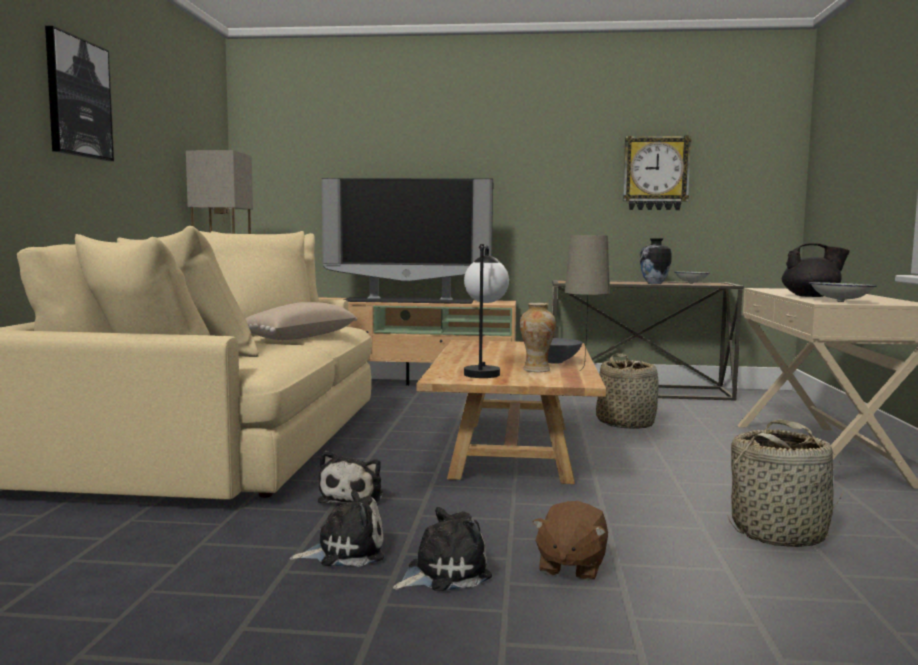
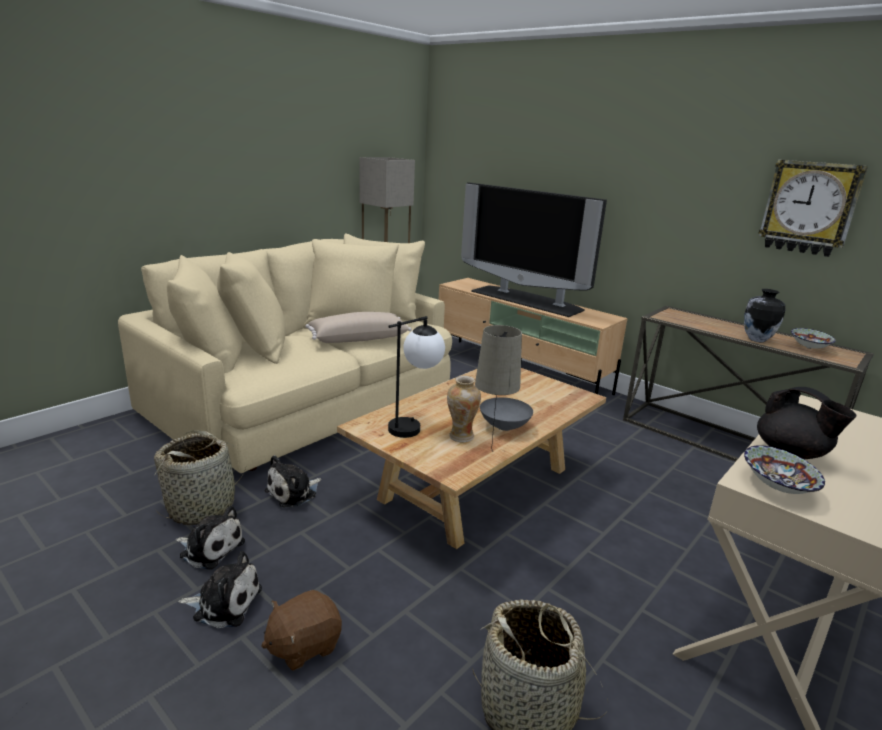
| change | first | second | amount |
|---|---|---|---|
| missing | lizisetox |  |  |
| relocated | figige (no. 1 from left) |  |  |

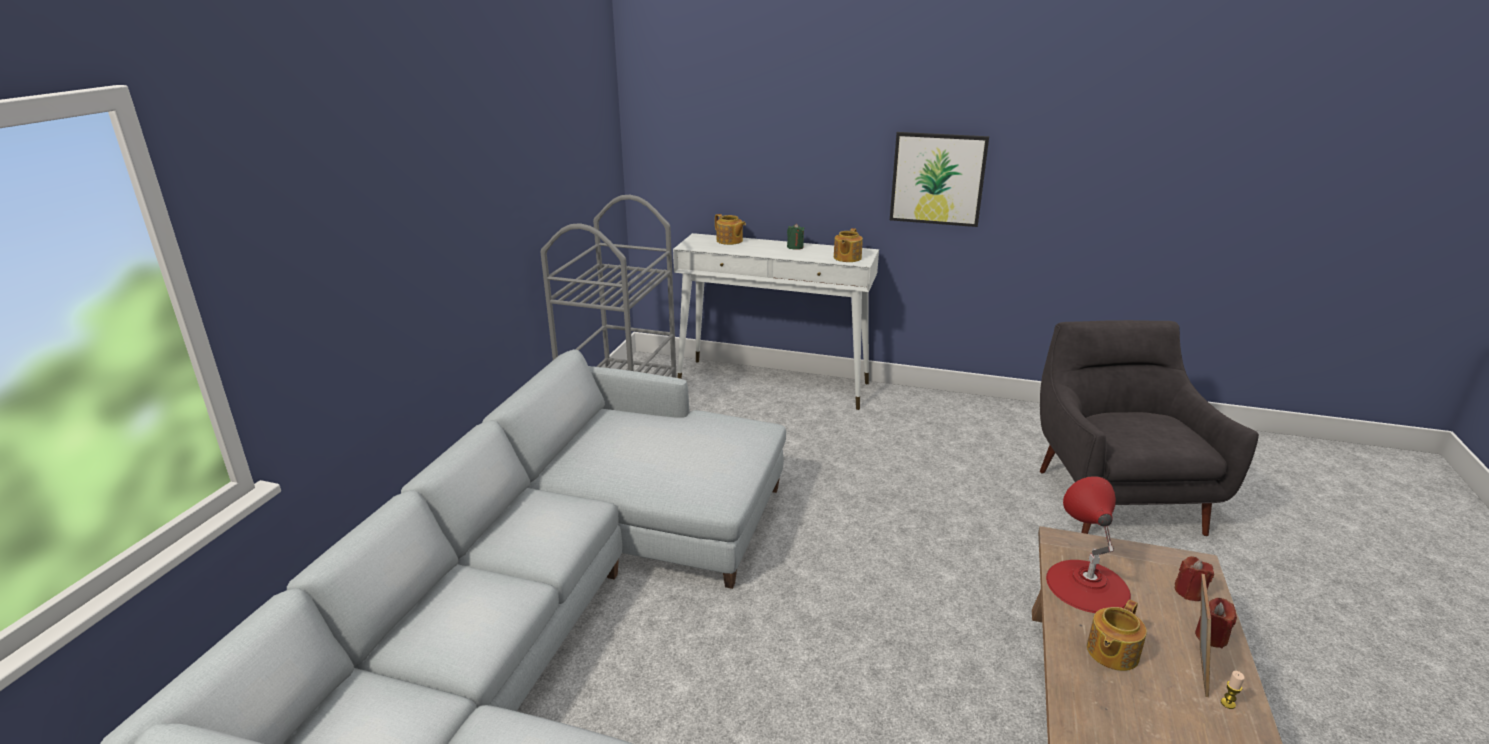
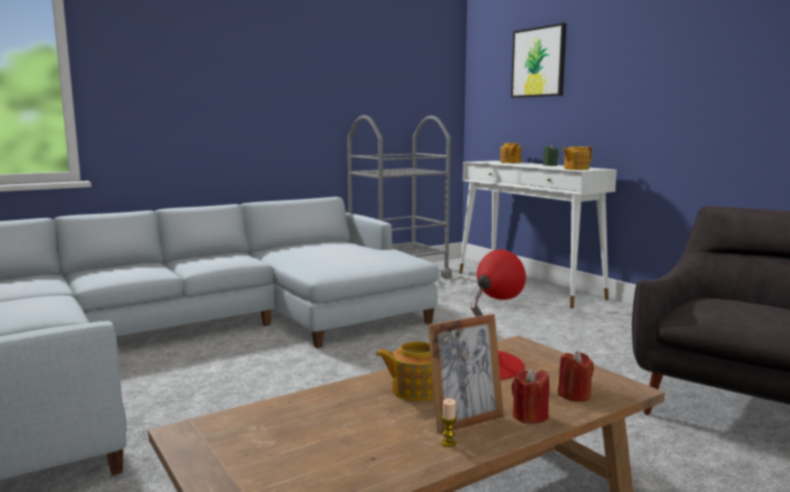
| change | first | second | amount |
|---|---|---|---|
| relocated | lizisetox |  |  |

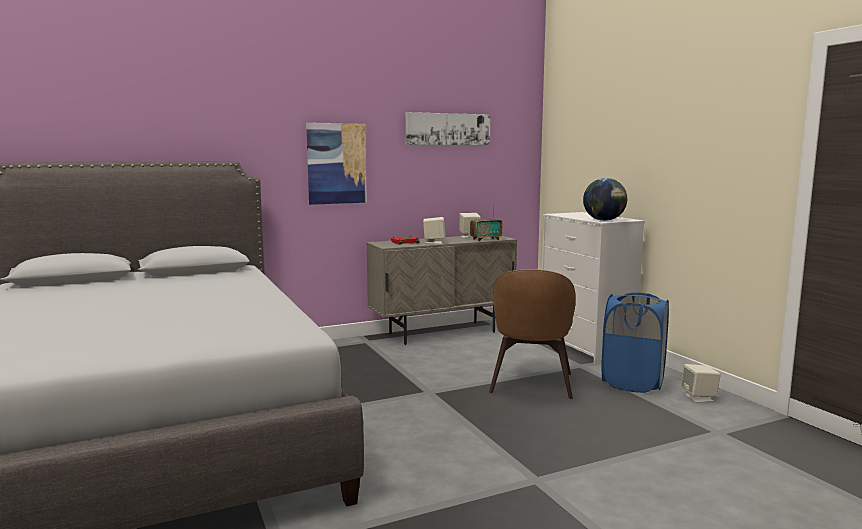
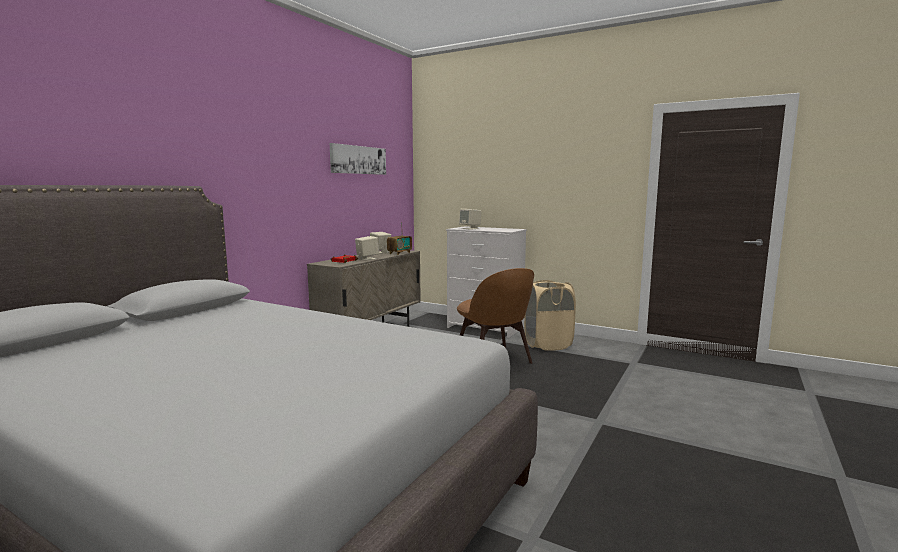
| change | first | second | amount |
|---|---|---|---|
| missing | lizisetox (no. 1 from left) |  |  |
| missing | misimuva |  |  |
| relocated | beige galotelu (no. 3 from left) |  |  |
| colour | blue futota | beige futota |  |

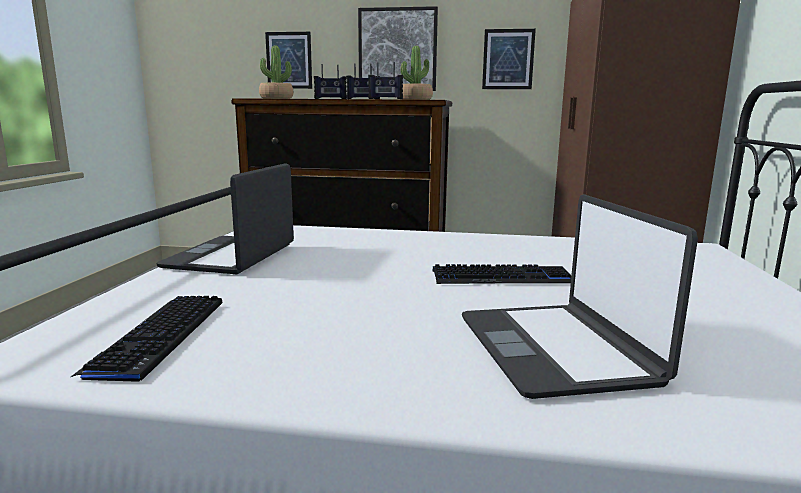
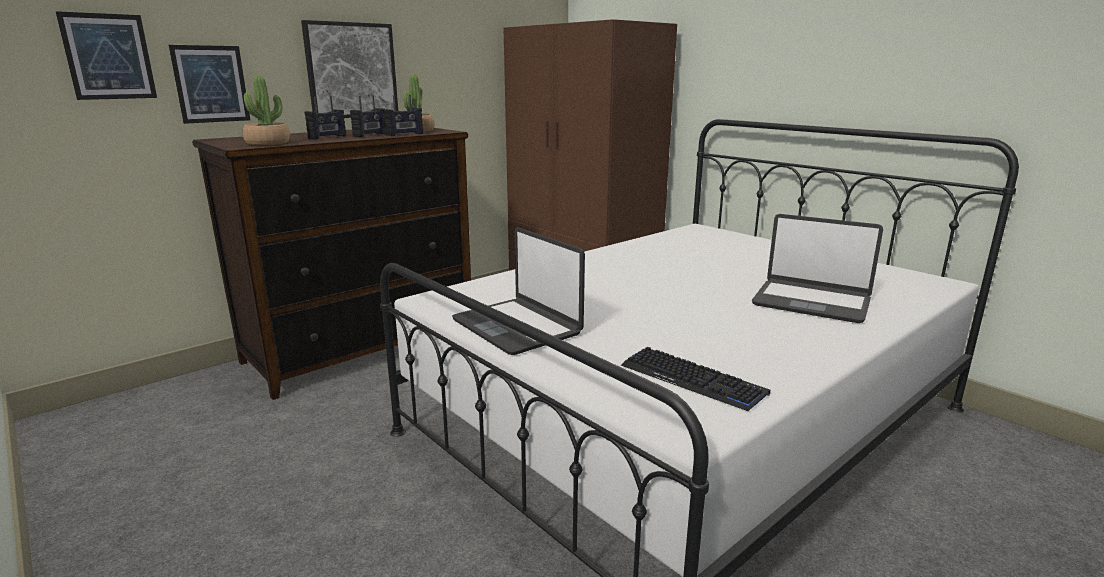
| change | first | second | amount |
|---|---|---|---|
| missing | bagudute (no. 2 from left) |  |  |
| relocated | lizisetox (no. 3 from left in the first image) | lizisetox (no. 1 from left) |  |

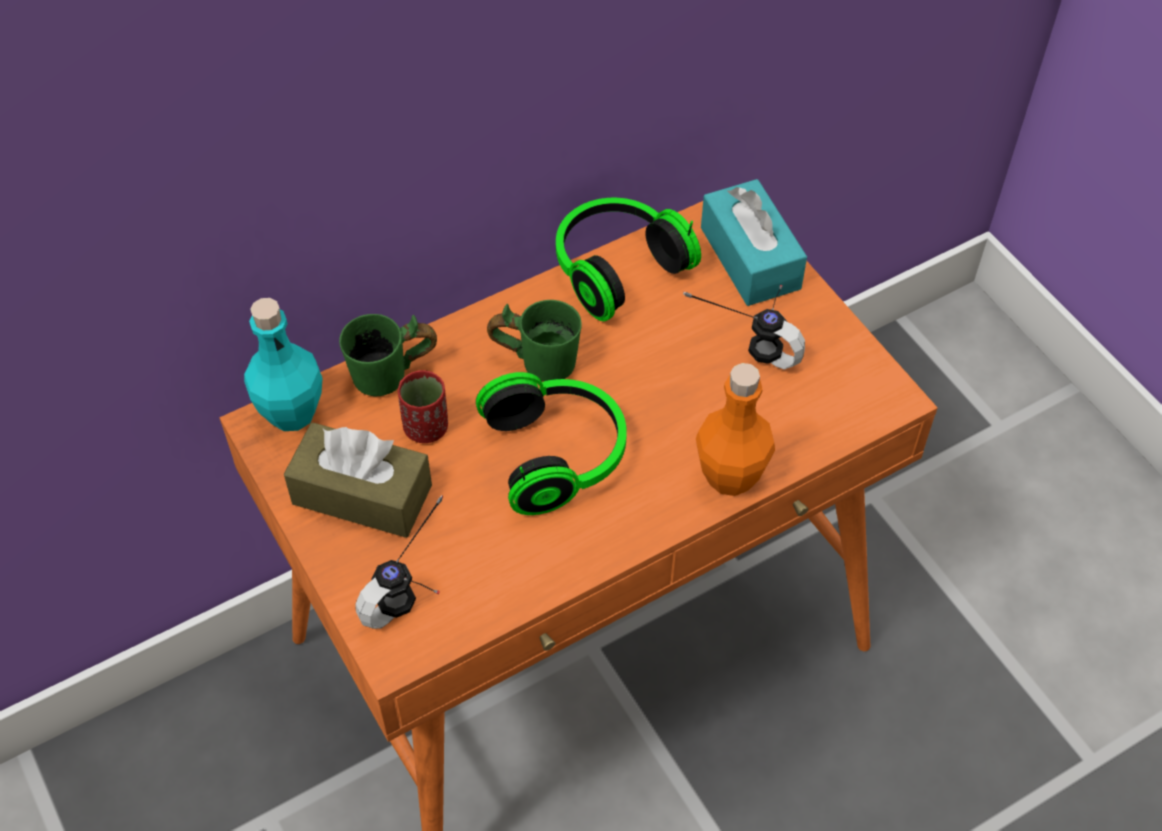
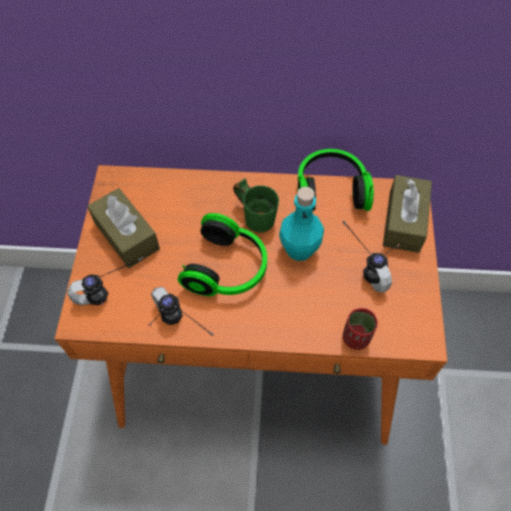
| change | first | second | amount |
|---|---|---|---|
| missing | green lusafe (no. 1 from left) |  |  |
| missing | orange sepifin |  |  |
| appeared |  | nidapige (no. 2 from left) |  |
| relocated | turquoise sepifin |  |  |
| relocated | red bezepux |  |  |
| colour | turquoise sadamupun | brown sadamupun (no. 2 from left) |  |

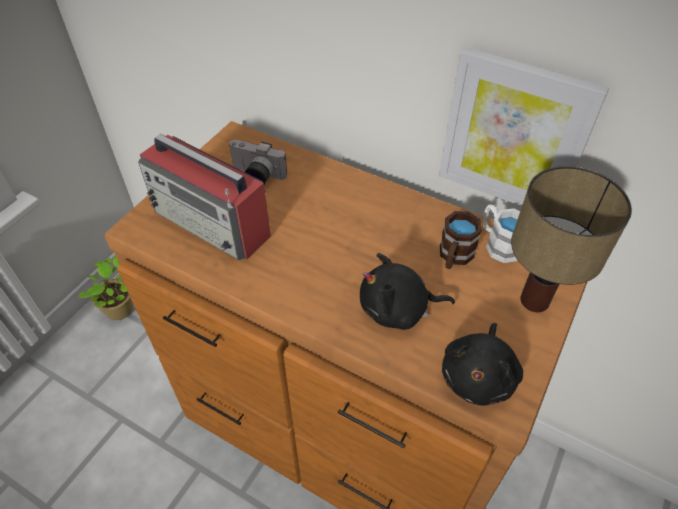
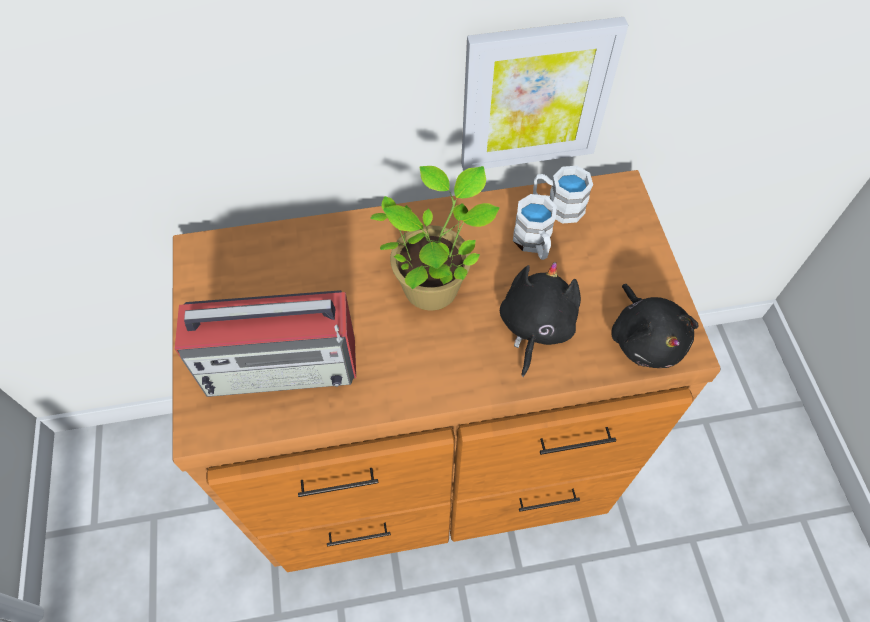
| change | first | second | amount |
|---|---|---|---|
| missing | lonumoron |  |  |
| missing | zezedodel |  |  |
| relocated | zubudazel |  |  |
| colour | brown lusafe | white lusafe (no. 1 from left) |  |
| spun | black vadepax (no. 1 from left) |  | 150 degrees clockwise |

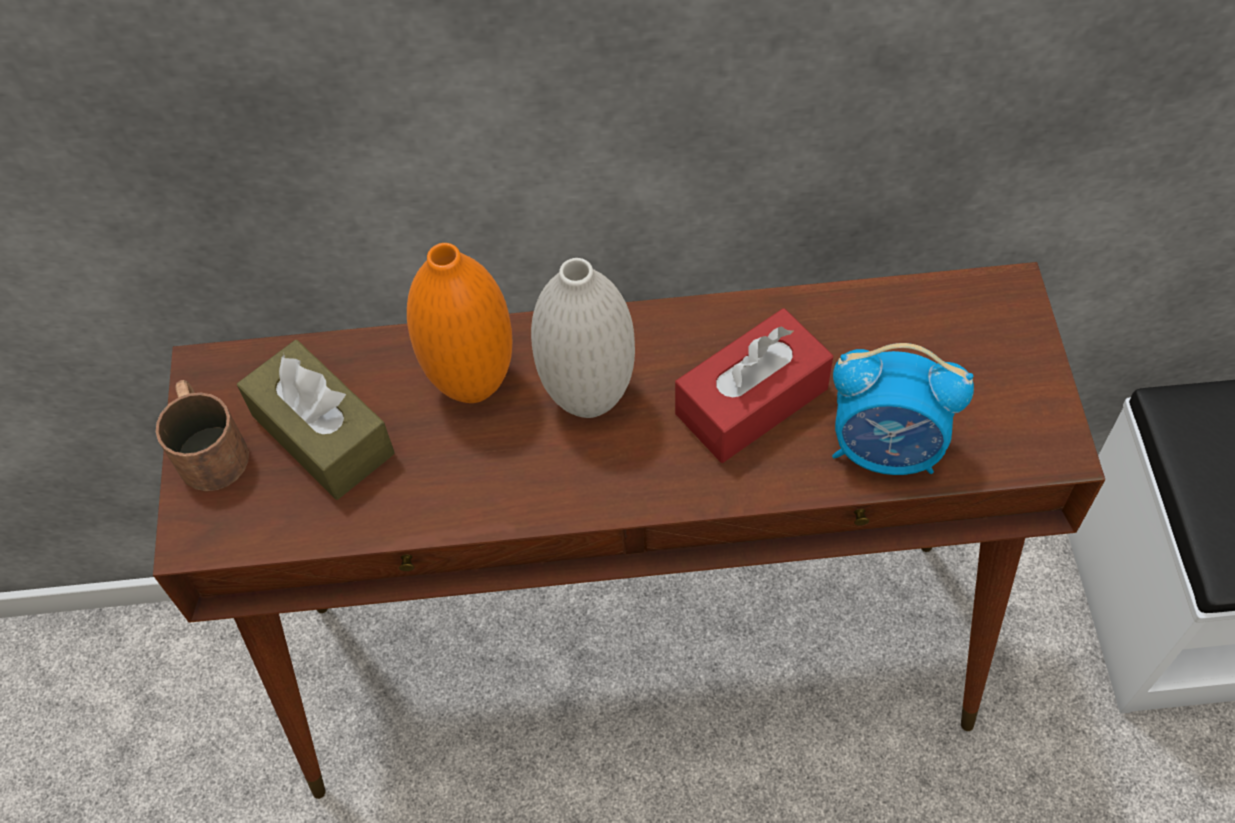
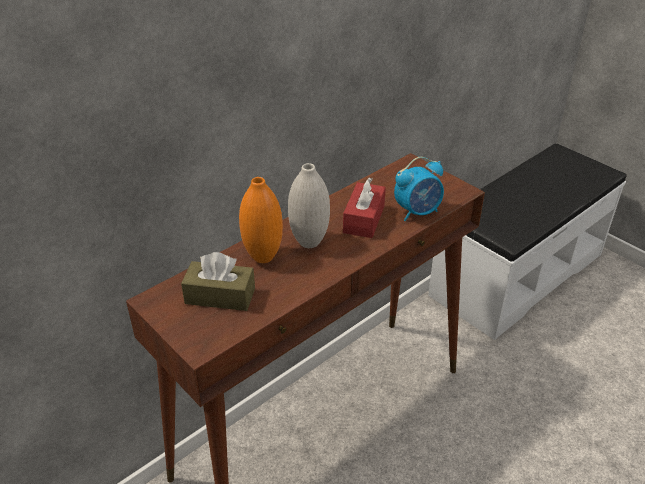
| change | first | second | amount |
|---|---|---|---|
| missing | brown lusafe |  |  |

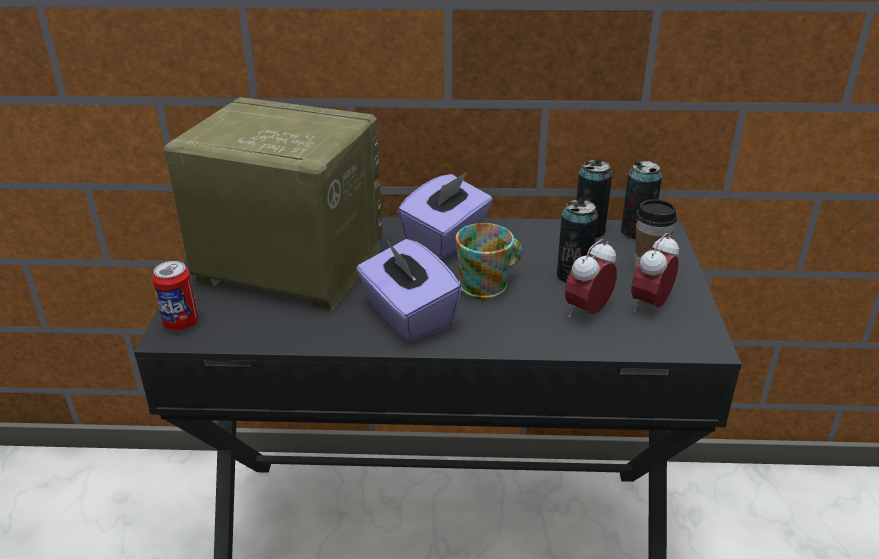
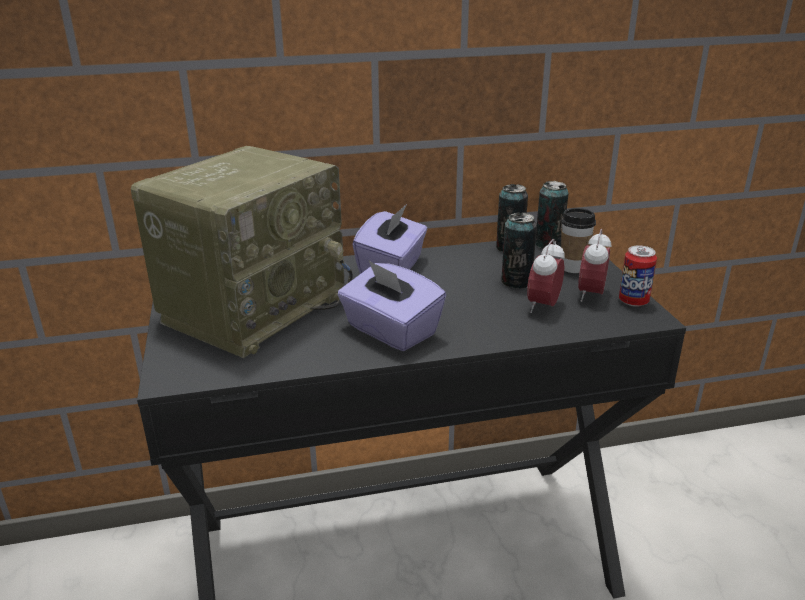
| change | first | second | amount |
|---|---|---|---|
| missing | lusafe |  |  |
| relocated | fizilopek (no. 1 from left in the first image) | fizilopek (no. 4 from left) |  |
| spun | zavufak |  | 120 degrees clockwise |

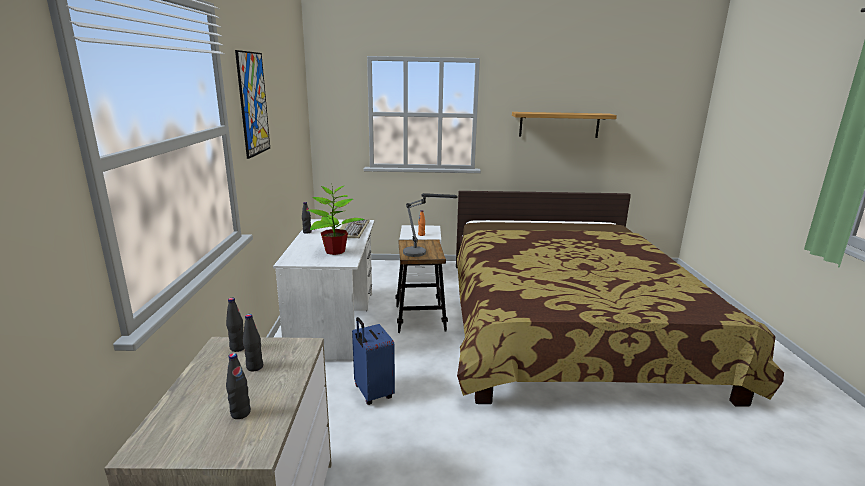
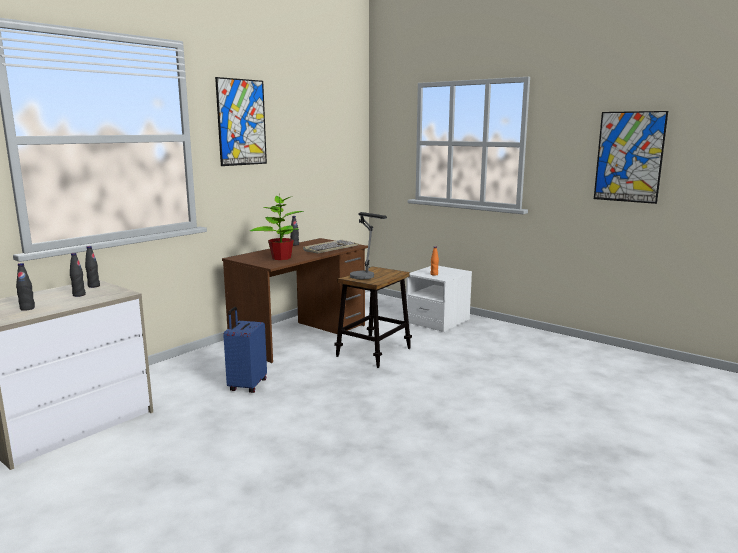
| change | first | second | amount |
|---|---|---|---|
| missing | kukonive |  |  |
| exchanged | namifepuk | lizisetox (no. 2 from left) |  |
| colour | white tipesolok | brown tipesolok |  |

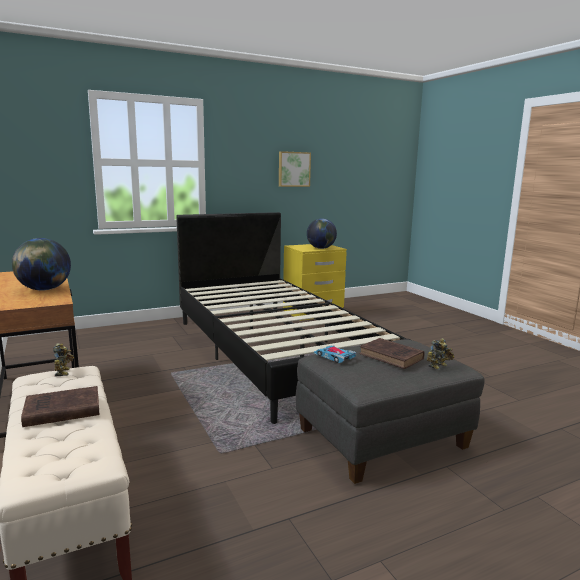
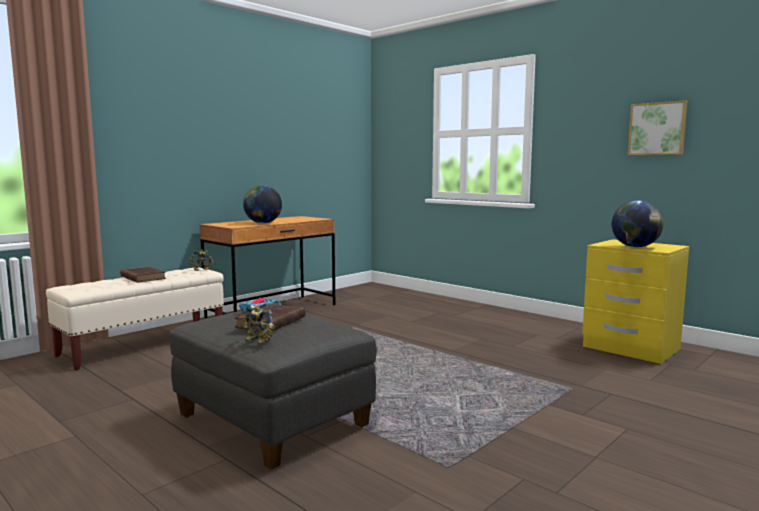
| change | first | second | amount |
|---|---|---|---|
| missing | black kukonive |  |  |

